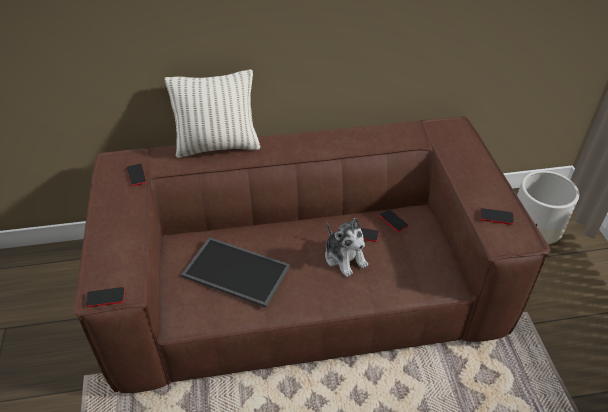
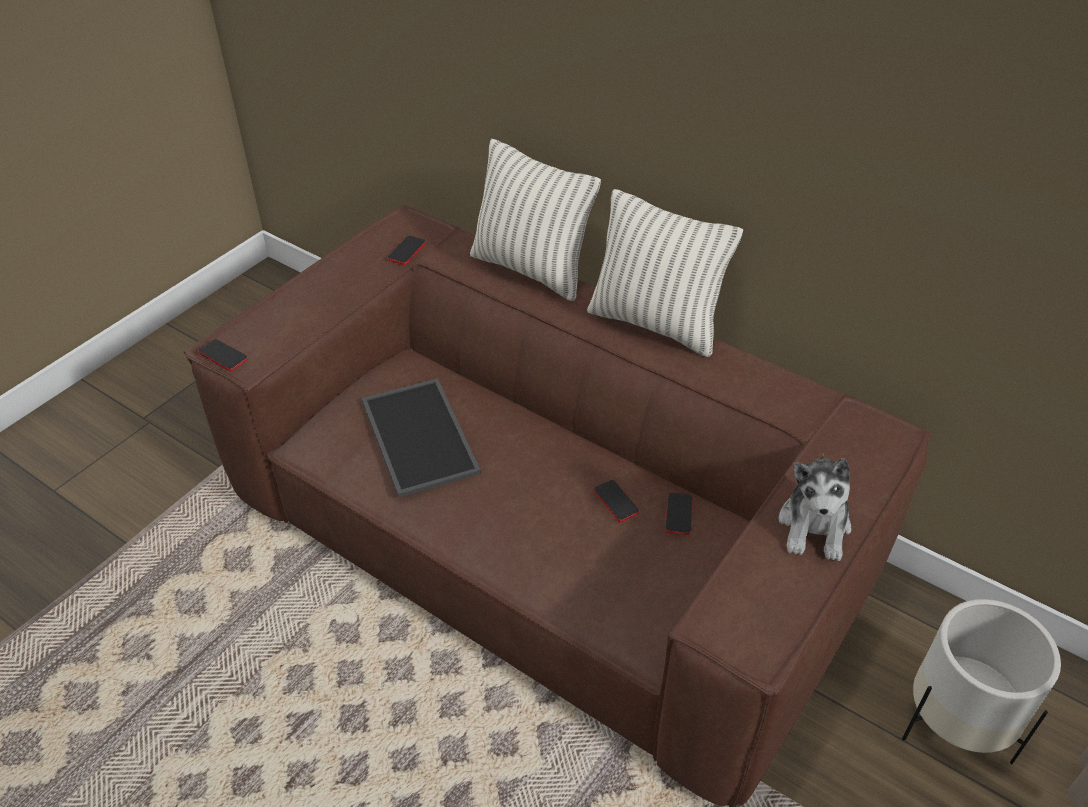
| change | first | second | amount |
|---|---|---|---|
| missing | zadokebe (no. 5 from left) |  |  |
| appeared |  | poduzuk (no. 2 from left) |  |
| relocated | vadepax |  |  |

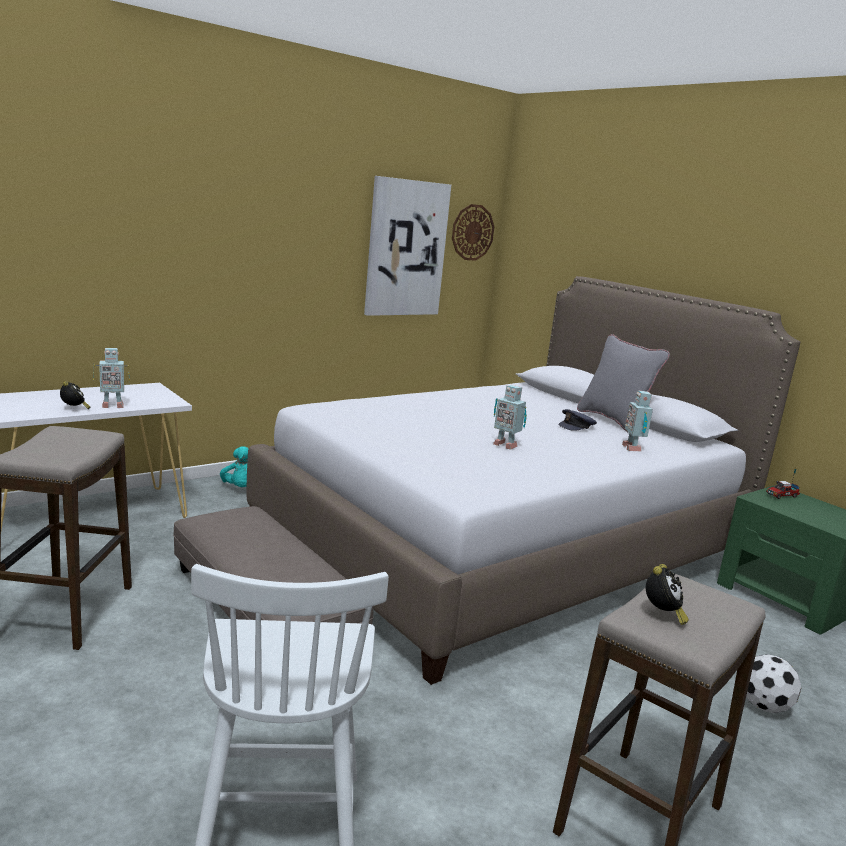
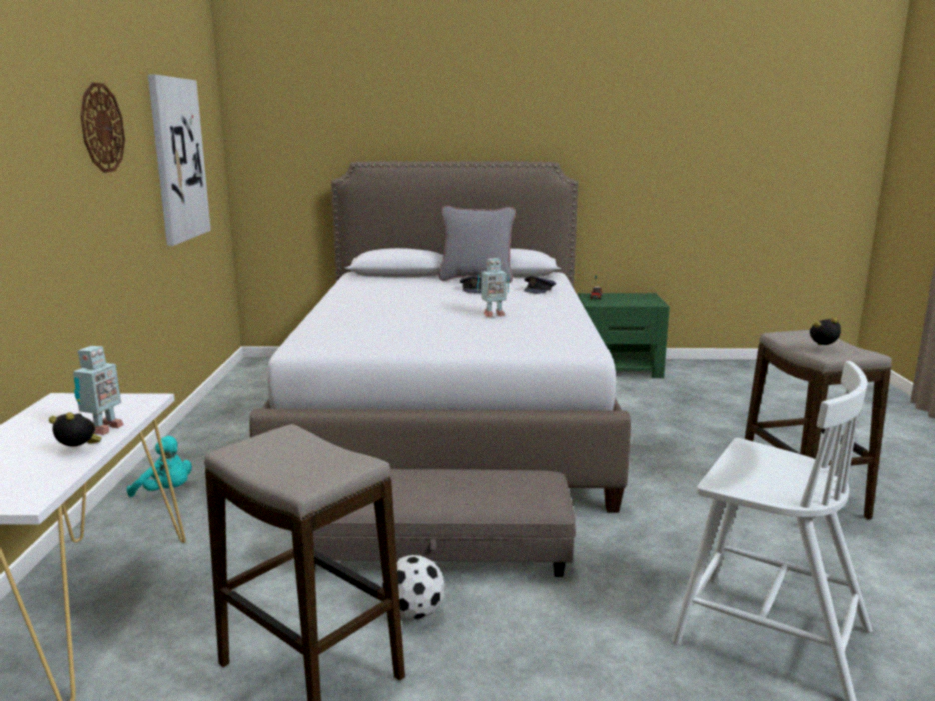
| change | first | second | amount |
|---|---|---|---|
| relocated | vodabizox |  |  |
| relocated | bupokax |  |  |
| exchanged | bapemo (no. 3 from left) | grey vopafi (no. 2 from left) |  |
| spun | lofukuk (no. 2 from left) |  | 60 degrees counterclockwise |

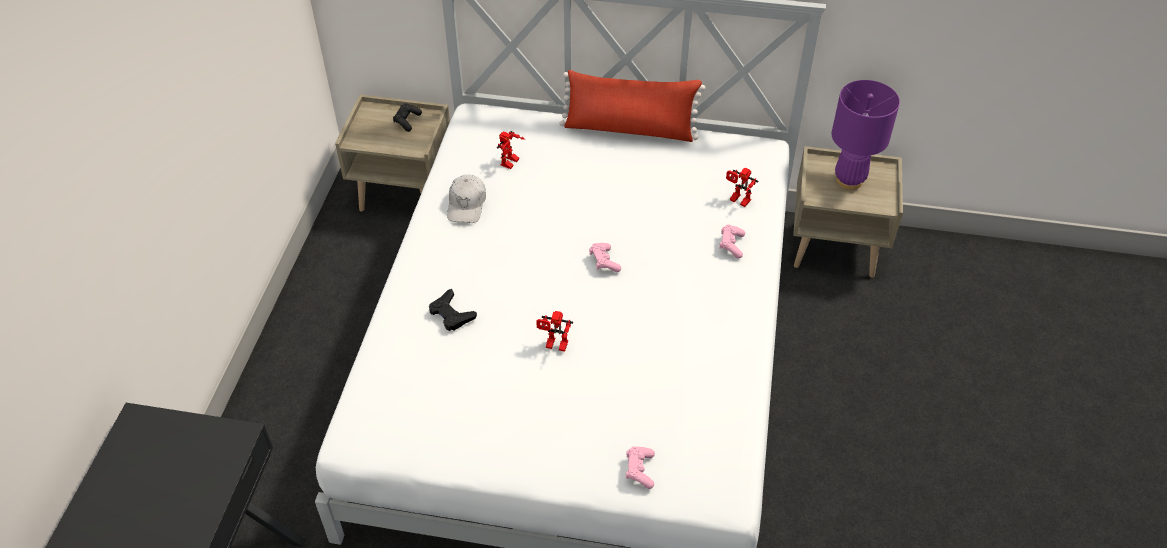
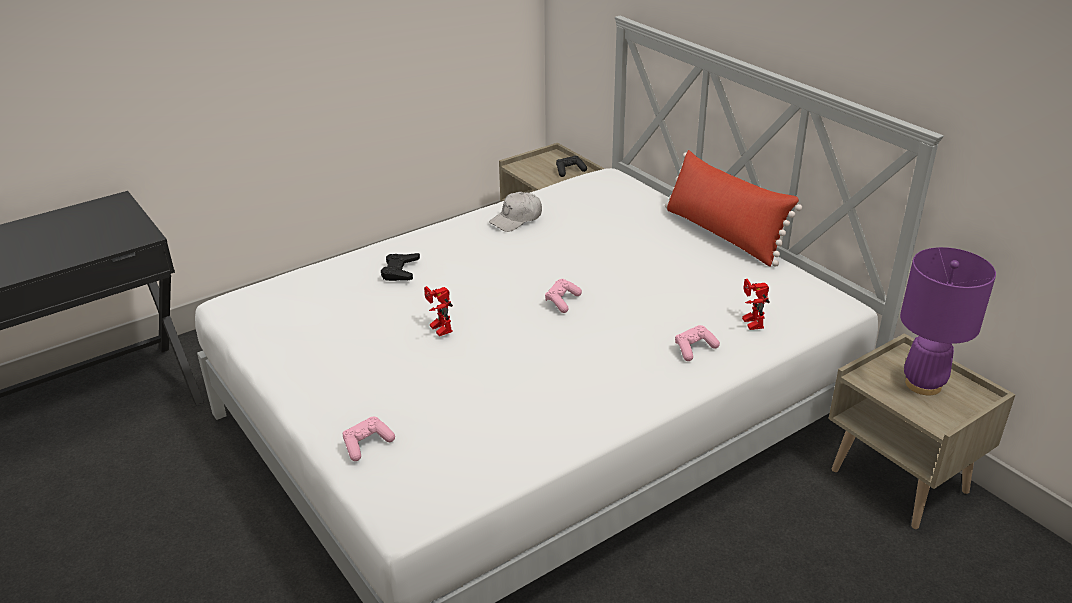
| change | first | second | amount |
|---|---|---|---|
| missing | bapemo (no. 1 from left) |  |  |

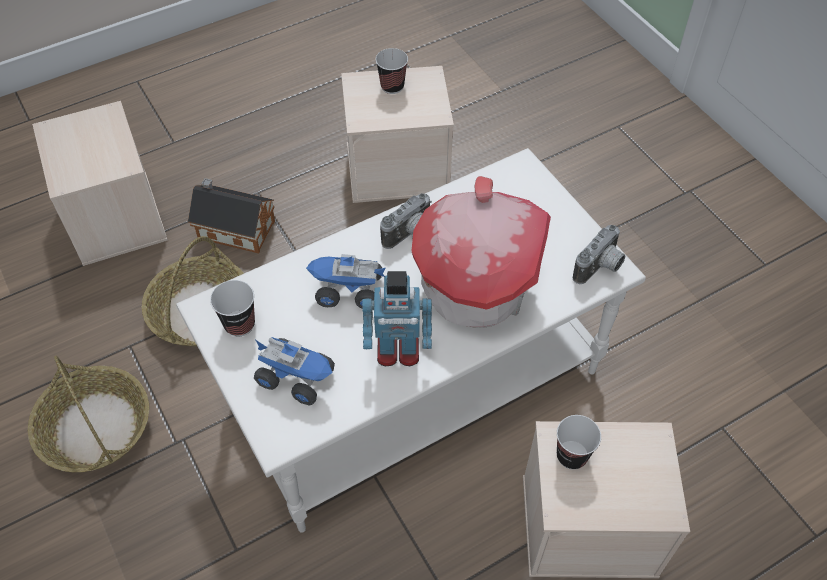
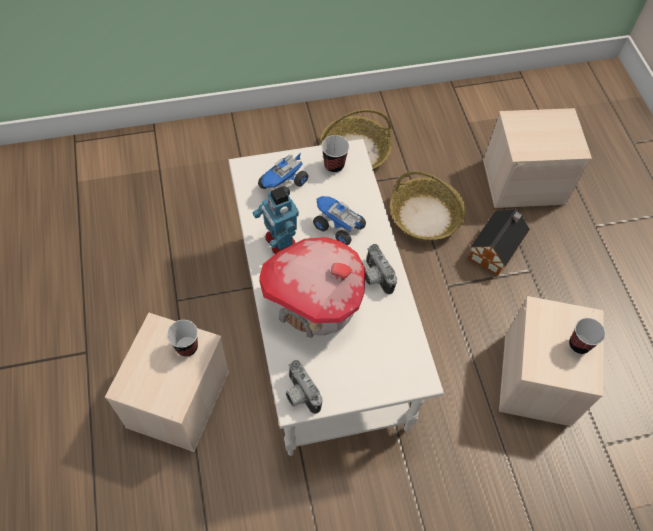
| change | first | second | amount |
|---|---|---|---|
| spun | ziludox (no. 2 from left) |  | 75 degrees counterclockwise |
| spun | bapemo |  | 45 degrees counterclockwise |

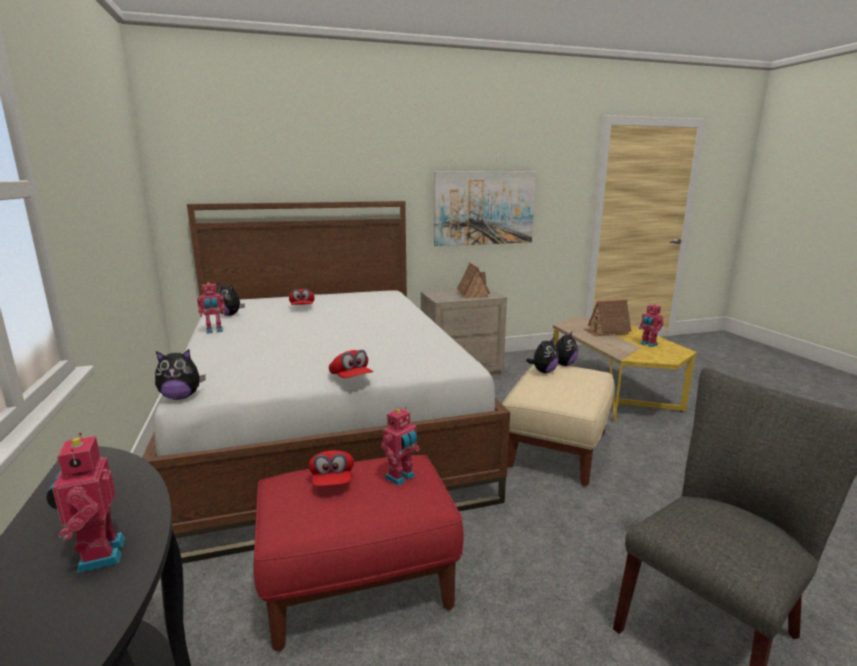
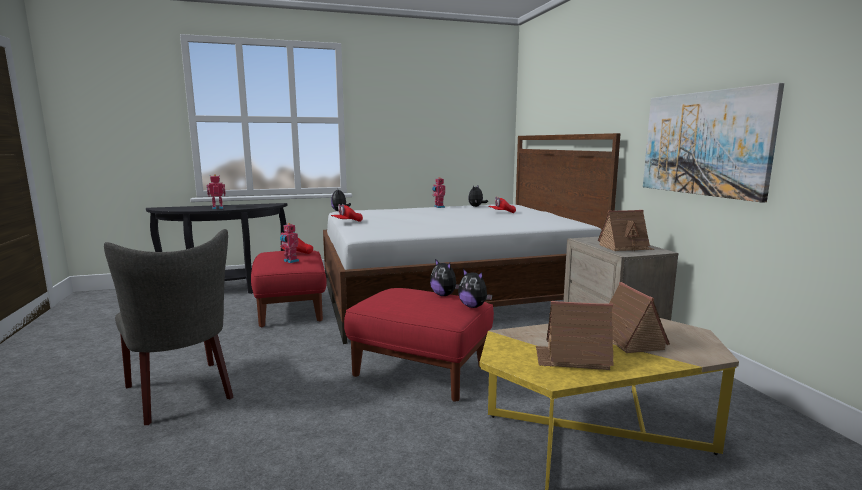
| change | first | second | amount |
|---|---|---|---|
| exchanged | bapemo (no. 4 from left) | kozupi (no. 1 from left) |  |
| colour | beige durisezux | red durisezux (no. 2 from left) |  |

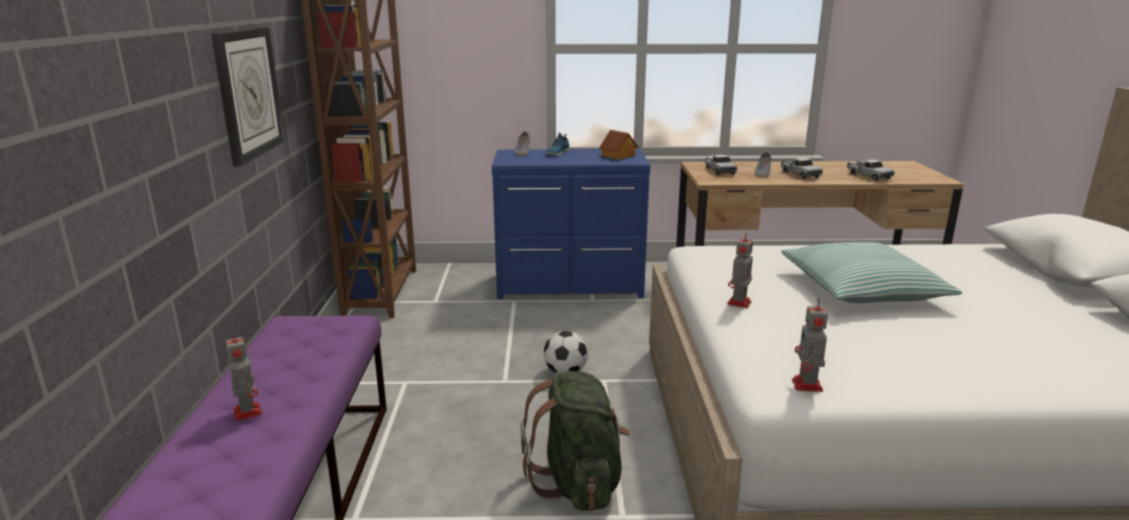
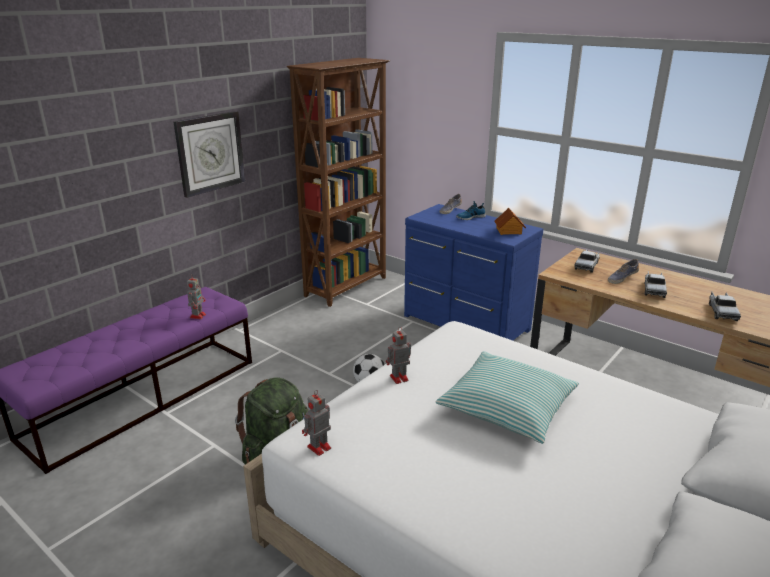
| change | first | second | amount |
|---|---|---|---|
| relocated | bapemo (no. 1 from left) |  |  |

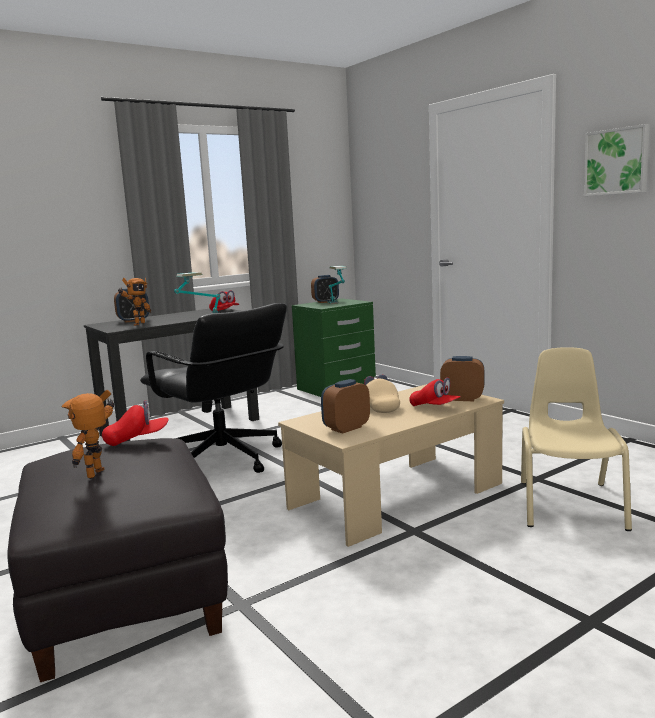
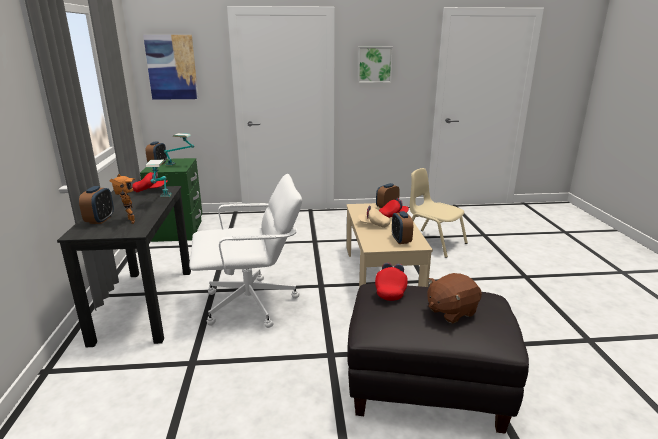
| change | first | second | amount |
|---|---|---|---|
| appeared |  | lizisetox (no. 1 from left) |  |
| exchanged | bapemo (no. 1 from left) | brown vadepax |  |
| colour | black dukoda | white dukoda |  |

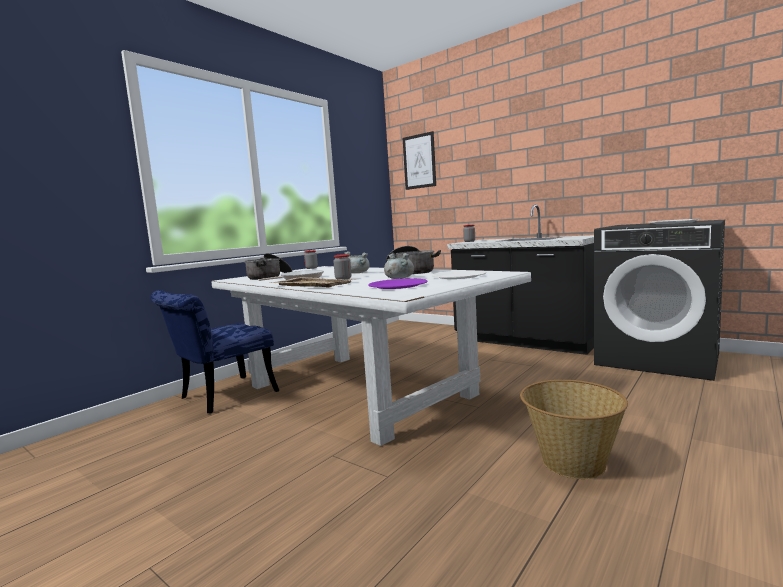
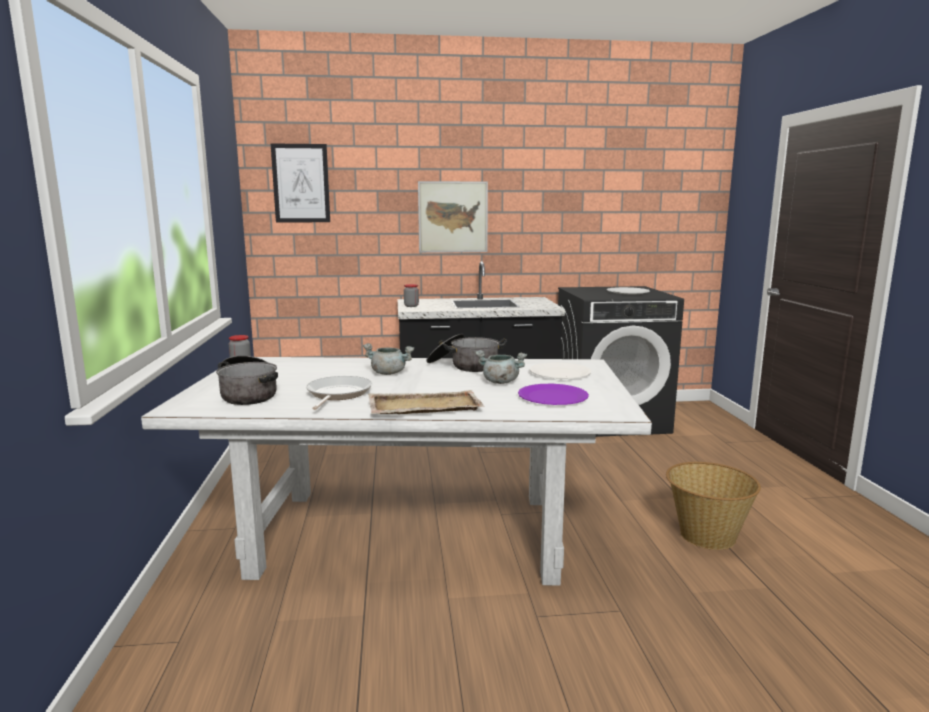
| change | first | second | amount |
|---|---|---|---|
| missing | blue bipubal |  |  |
| missing | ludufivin (no. 2 from left) |  |  |
| appeared |  | lizisetox (no. 2 from left) |  |

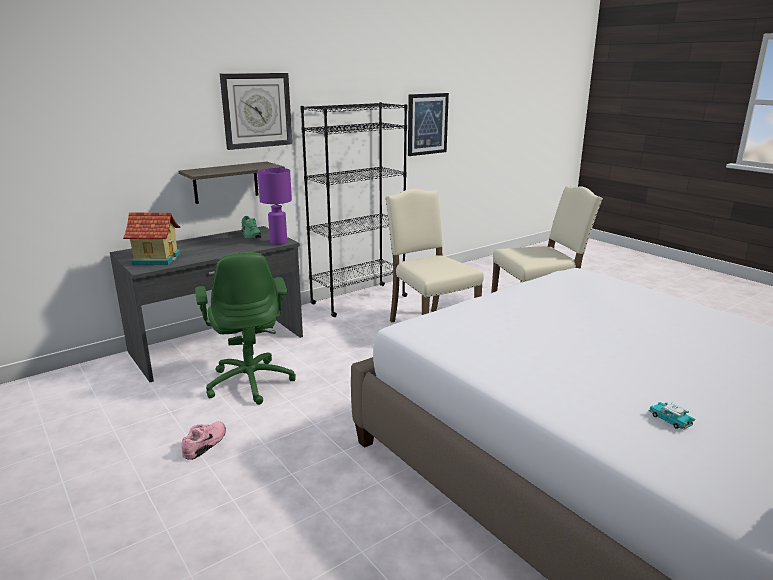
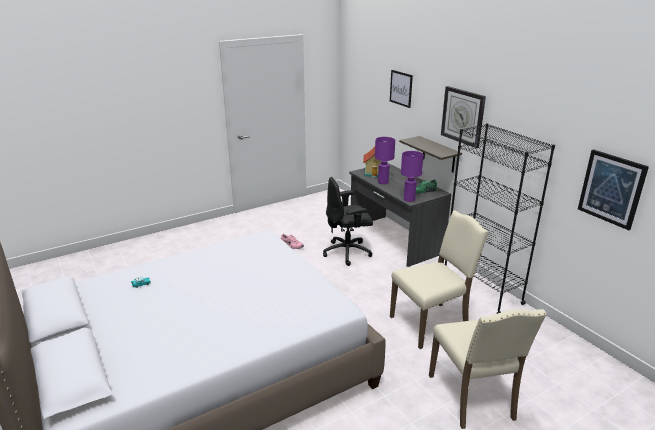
| change | first | second | amount |
|---|---|---|---|
| appeared |  | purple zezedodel (no. 1 from left) |  |
| appeared |  | lizisetox (no. 1 from left) |  |
| colour | green dukoda | black dukoda |  |

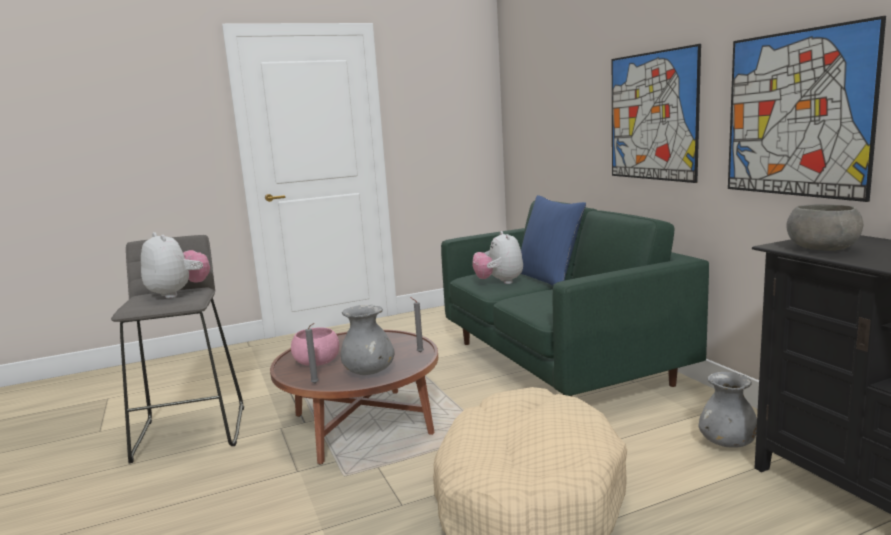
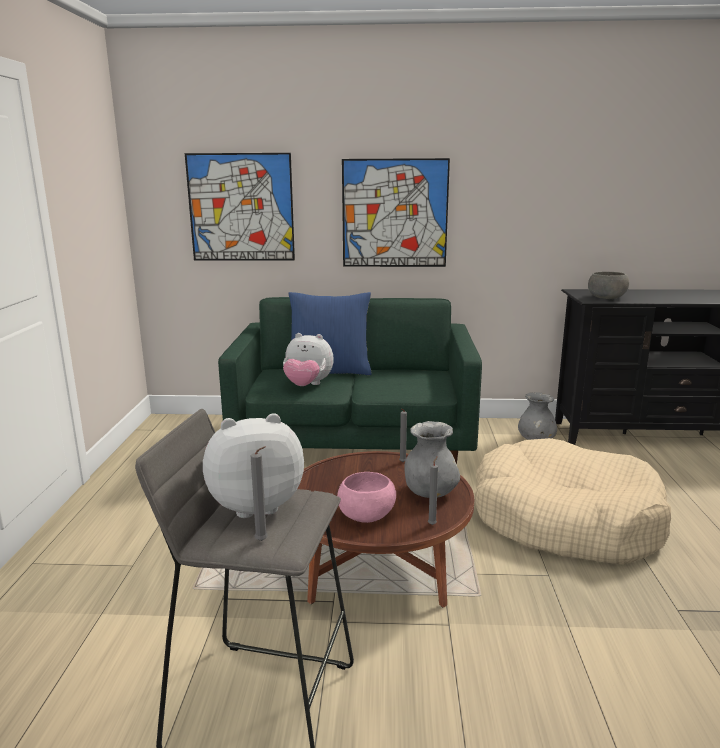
| change | first | second | amount |
|---|---|---|---|
| appeared |  | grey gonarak (no. 1 from left) |  |
| relocated | lizisetox (no. 2 from left in the first image) | lizisetox (no. 1 from left) |  |

